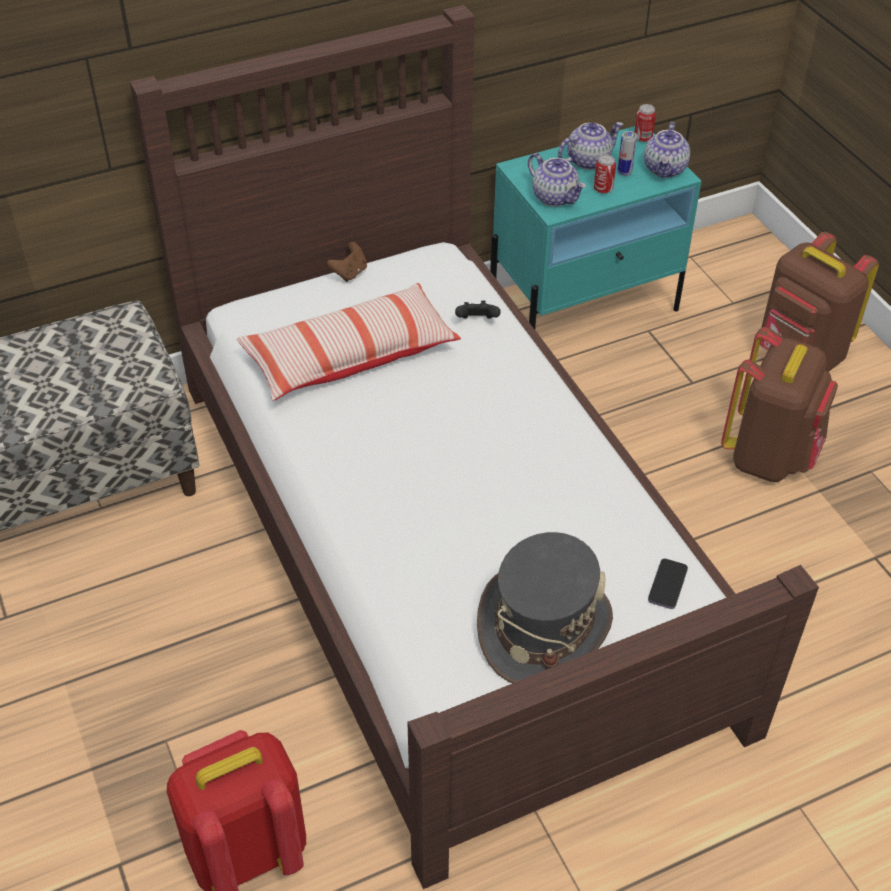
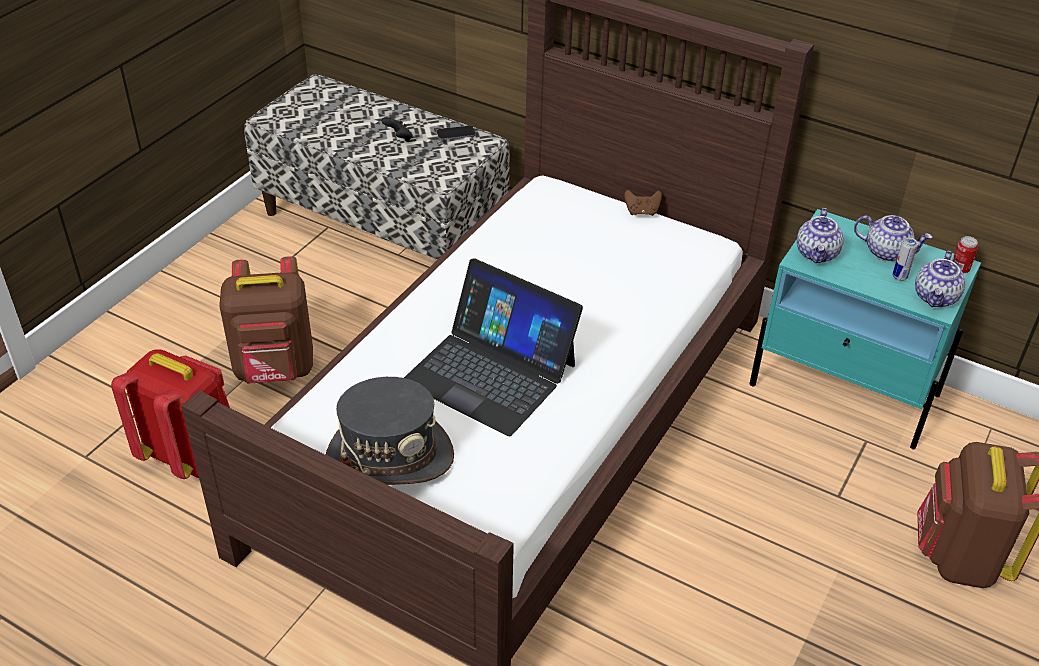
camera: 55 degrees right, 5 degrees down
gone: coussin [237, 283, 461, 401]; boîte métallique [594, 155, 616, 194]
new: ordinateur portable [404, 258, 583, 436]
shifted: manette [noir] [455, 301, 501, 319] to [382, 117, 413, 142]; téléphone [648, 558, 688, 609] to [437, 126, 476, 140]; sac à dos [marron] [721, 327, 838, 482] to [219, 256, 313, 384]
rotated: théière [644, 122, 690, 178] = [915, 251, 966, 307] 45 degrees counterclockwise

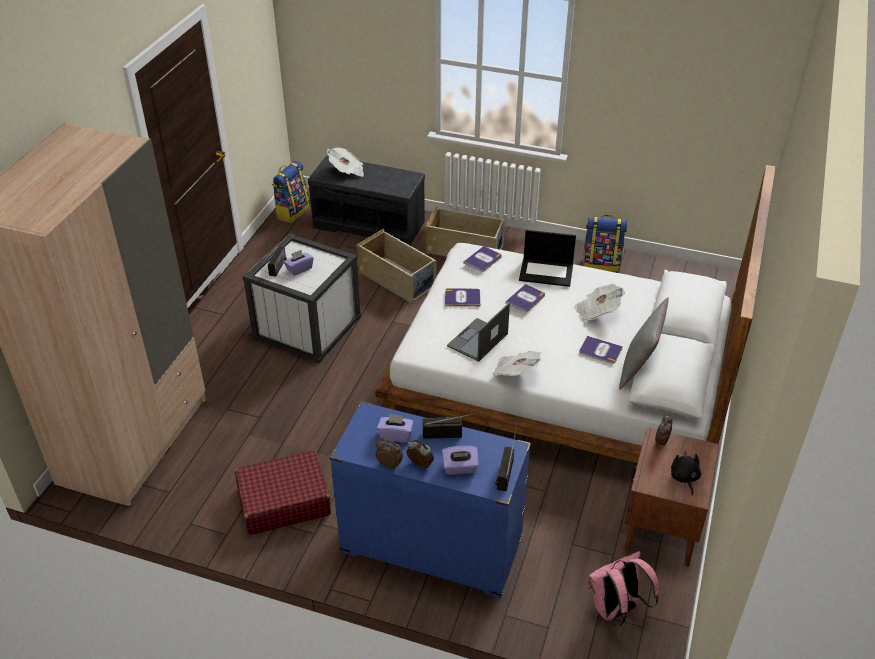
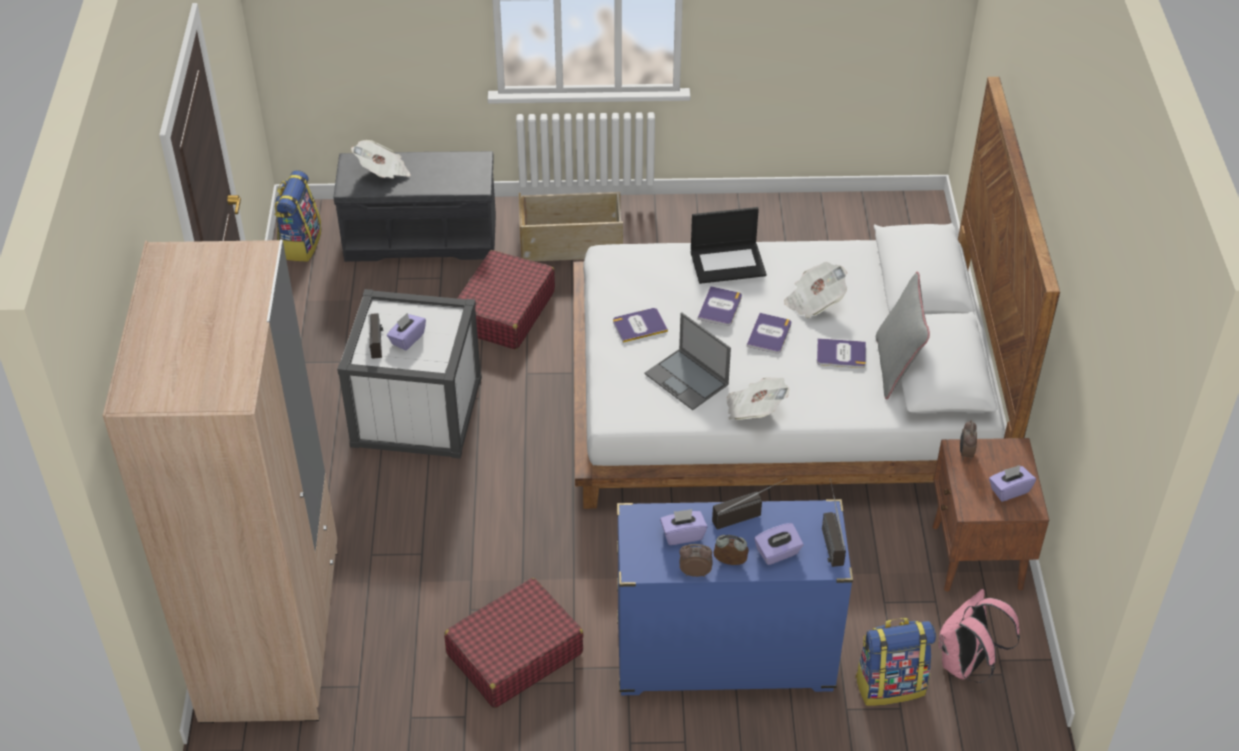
camera: 20 degrees left, 5 degrees up
shifted: livre [463, 246, 502, 272] to [747, 313, 791, 354]; sac à dos [583, 215, 627, 272] to [855, 618, 936, 706]
swapped: boîte de rangement [beige] [357, 229, 436, 304] to valise [rouge] [457, 250, 555, 350]; peluche [noir] [671, 451, 701, 495] to boîte à mouchoirs [violet] [989, 465, 1036, 502]
rotated: ordinateur portable [447, 303, 510, 362] = [645, 312, 731, 410] 60 degrees counterclockwise

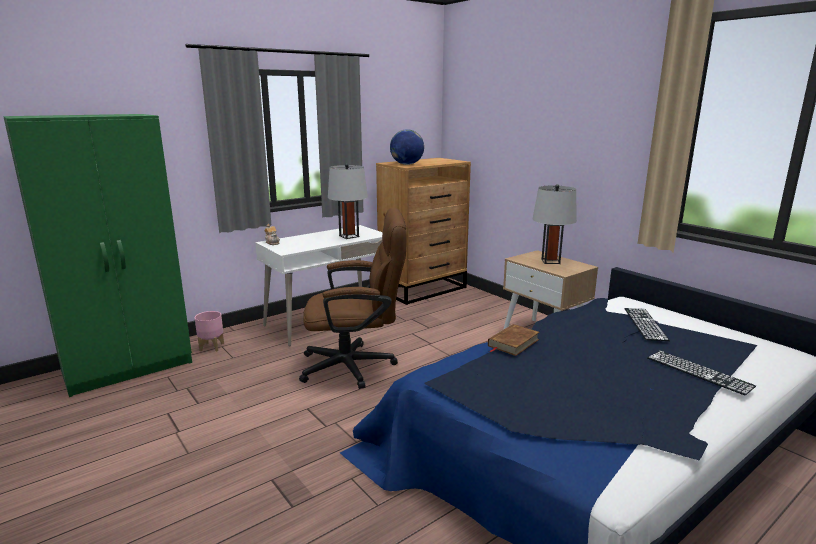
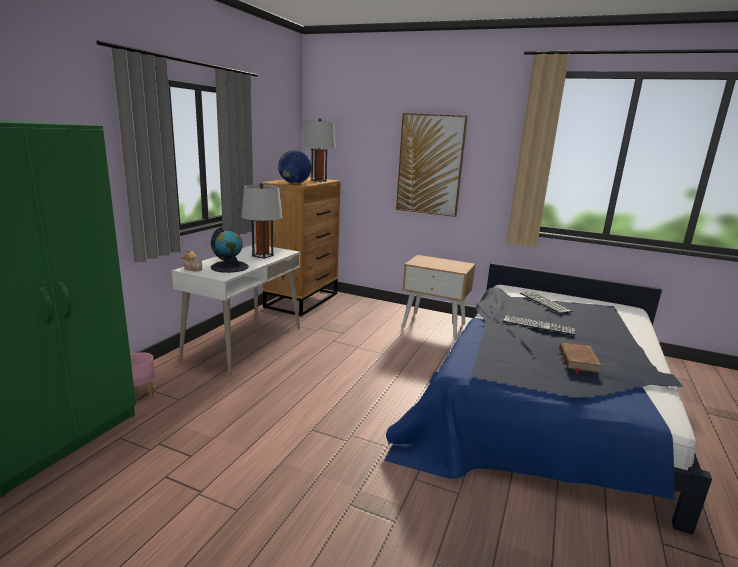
camera: 30 degrees left, 0 degrees up
gone: chaise de bureau [marron] [299, 207, 407, 389]
new: globe [211, 227, 249, 273]; tableau [396, 113, 468, 217]
shifted: livre [marron] [488, 324, 540, 356] to [559, 342, 602, 374]; lampe de table [gris] [533, 184, 577, 264] to [303, 118, 336, 182]; clavier [647, 351, 756, 396] to [503, 315, 575, 335]

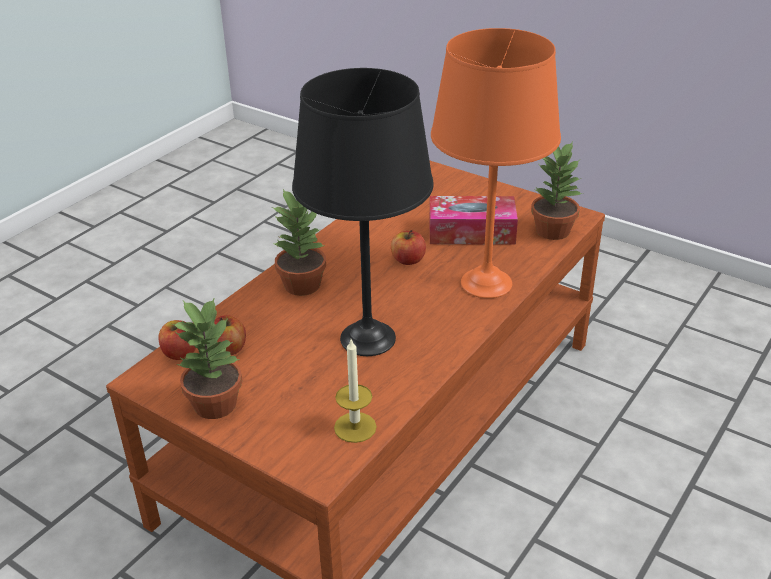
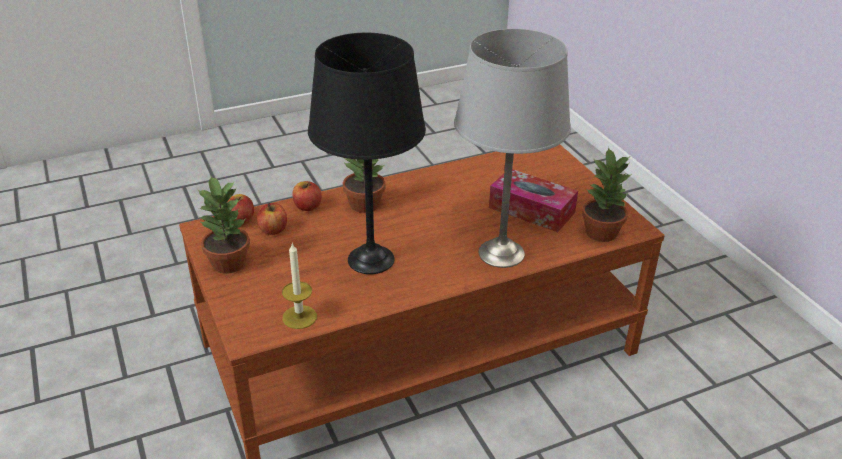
camera: 30 degrees right, 0 degrees up
shifted: pomme [391, 230, 426, 265] to [293, 181, 322, 211]
repainted: lampe de table [orange] [431, 28, 561, 298] to lampe de table [gris] [454, 29, 571, 268]

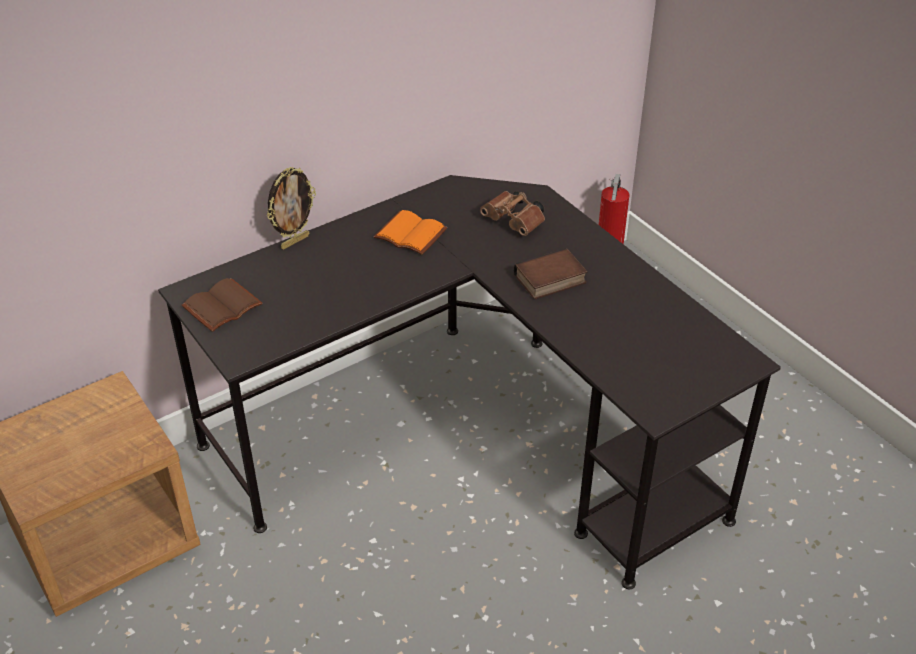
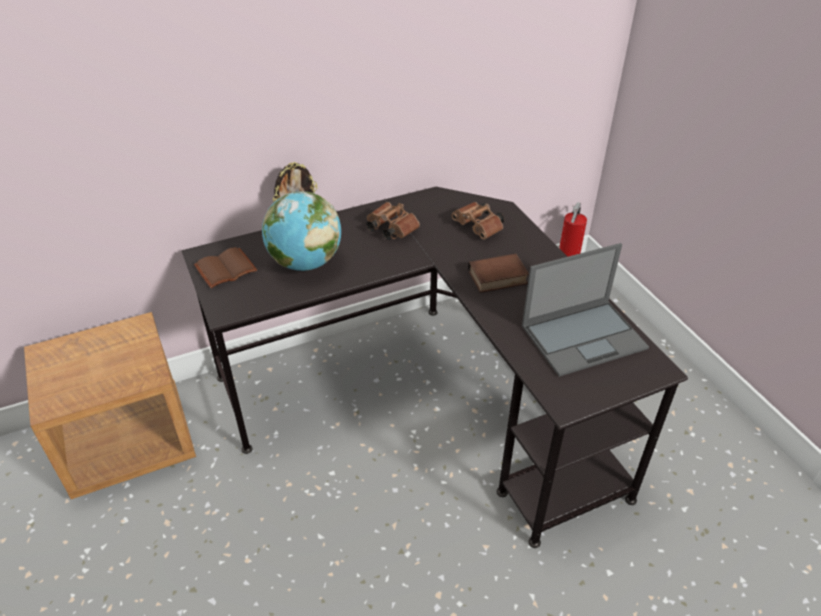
camera: 10 degrees right, 0 degrees up
new: globe [262, 191, 341, 271]; ordinateur portable [522, 243, 649, 377]
swapped: livre [orange] [374, 210, 447, 255] to jumelles [marron] [366, 202, 420, 240]

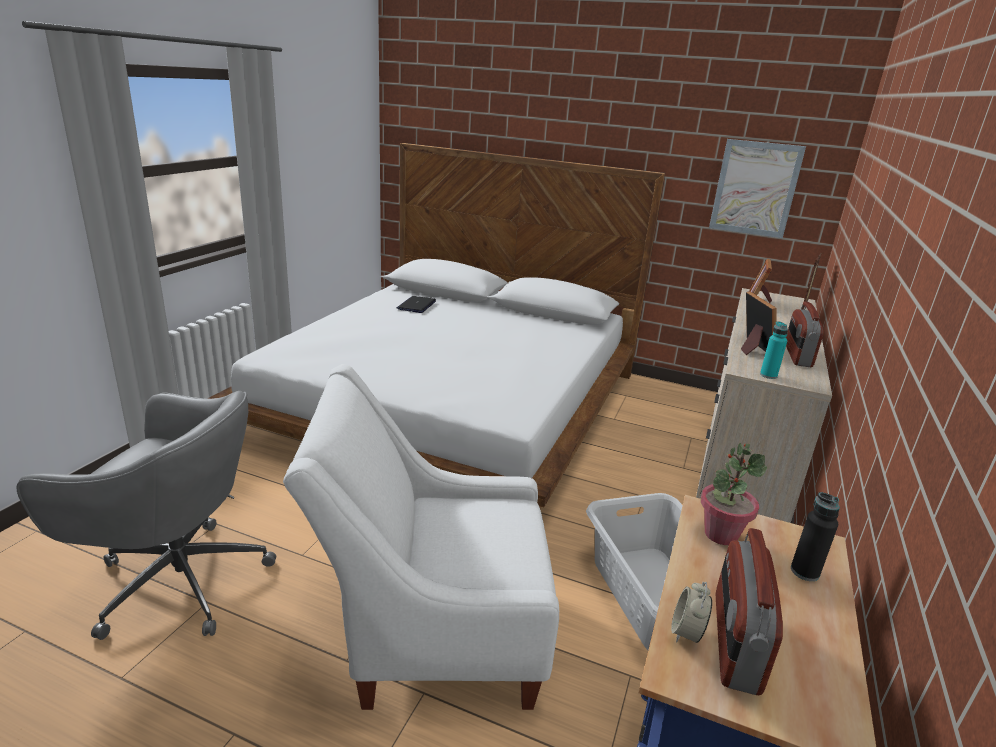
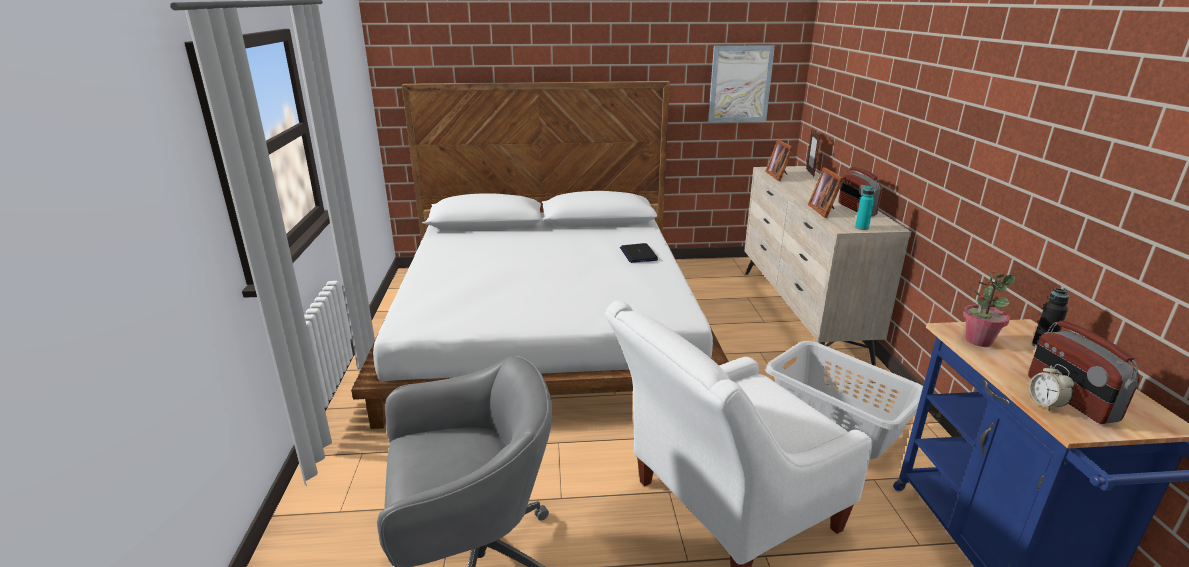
camera: 25 degrees left, 0 degrees up
shifted: ordinateur portable [397, 296, 436, 313] to [620, 243, 658, 263]
rotated: cadre photo [741, 291, 777, 355] = [808, 167, 844, 218] 150 degrees counterclockwise

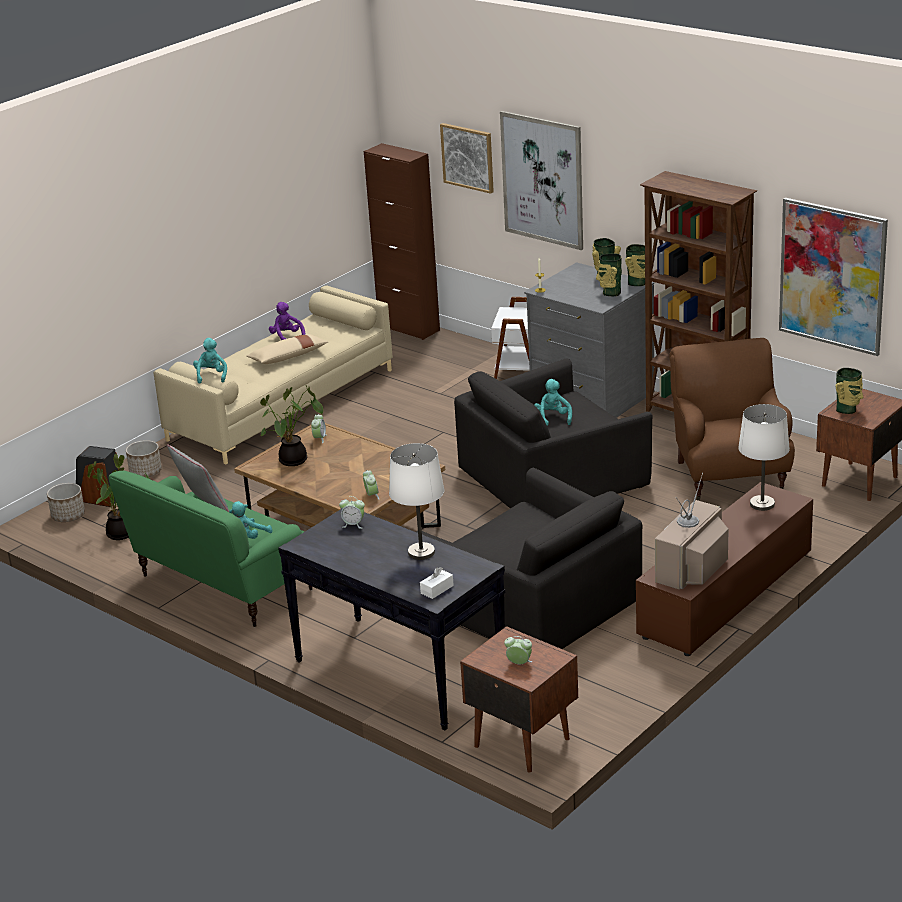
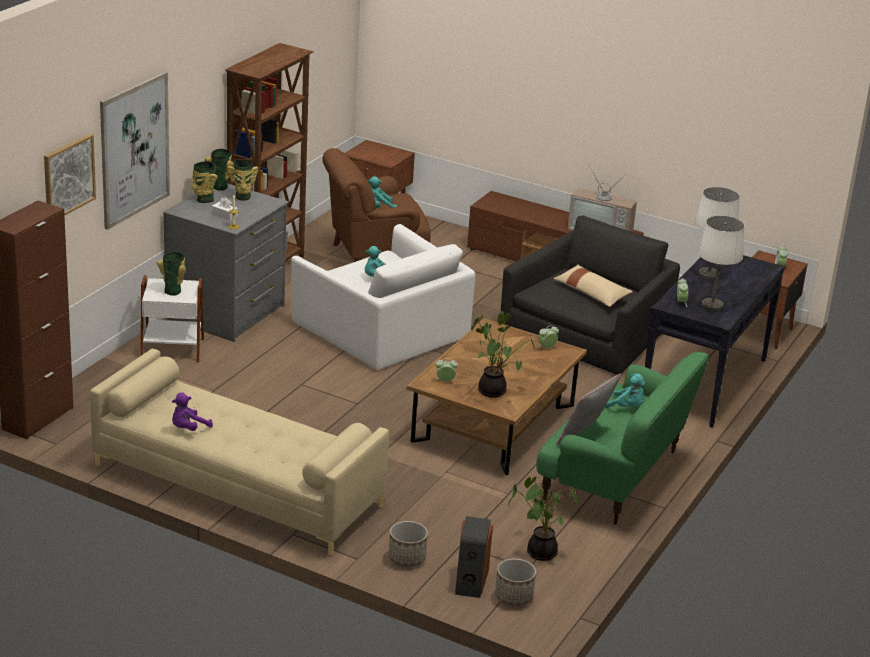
camera: 105 degrees left, 0 degrees up
gone: tableau [779, 198, 888, 356]
shifted: peluche [turquoise] [193, 338, 227, 384] to [367, 176, 397, 208]; coussin [beige] [247, 334, 328, 364] to [553, 264, 633, 307]; boîte à mouchoirs [blanc] [420, 567, 454, 599] to [212, 198, 238, 221]; lampe de table [blanc] [738, 404, 790, 511] to [698, 216, 745, 311]; vase [836, 368, 863, 414] to [157, 252, 186, 296]
repainted: fauteuil [noir] [454, 358, 653, 509] to fauteuil [blanc] [291, 224, 476, 370]

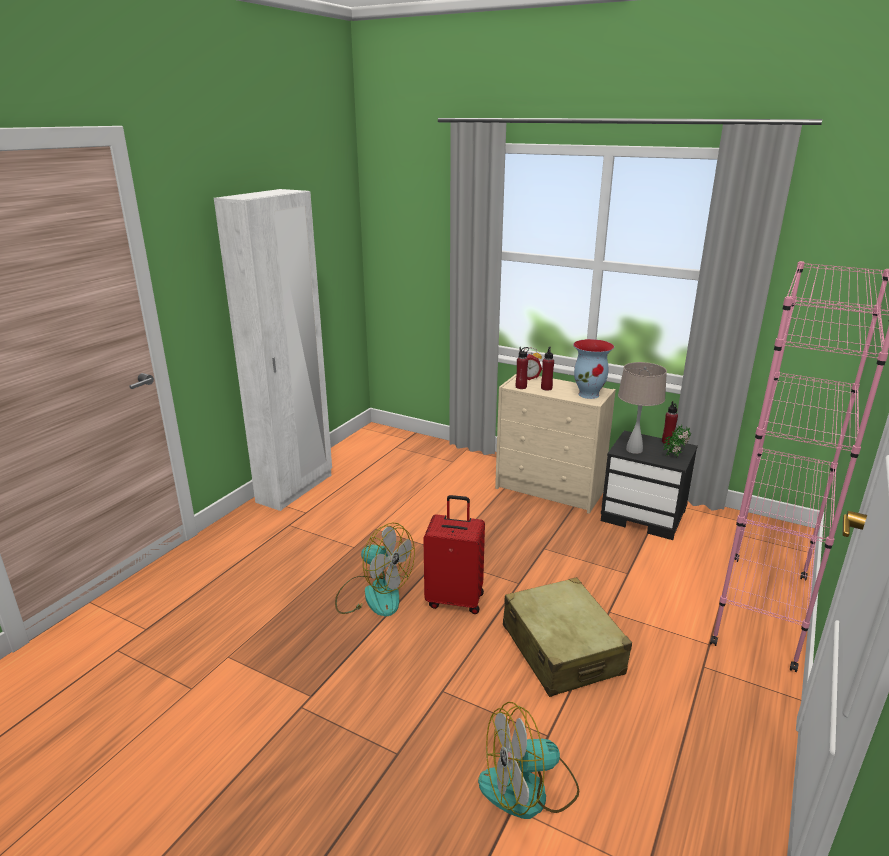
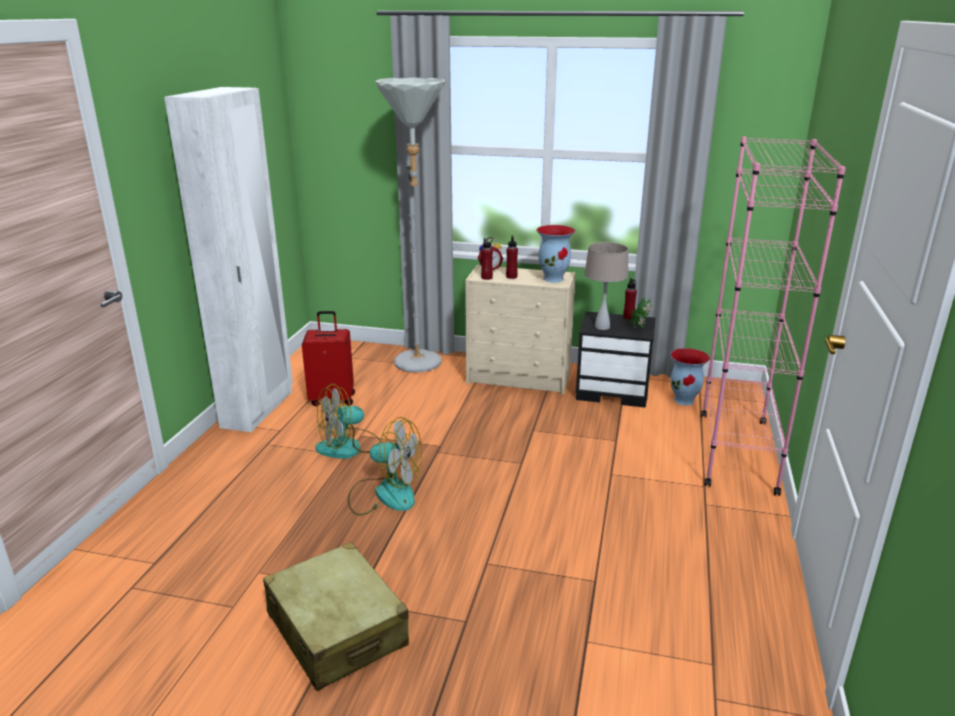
camera: 15 degrees left, 0 degrees up
new: lampadaire [gris] [375, 77, 445, 372]; vase [670, 348, 710, 405]
shifted: valise [rouge] [423, 495, 485, 614] to [302, 311, 355, 406]; ventilateur [478, 702, 579, 819] to [315, 384, 382, 459]; valise [beige] [503, 577, 632, 697] to [263, 542, 409, 691]

